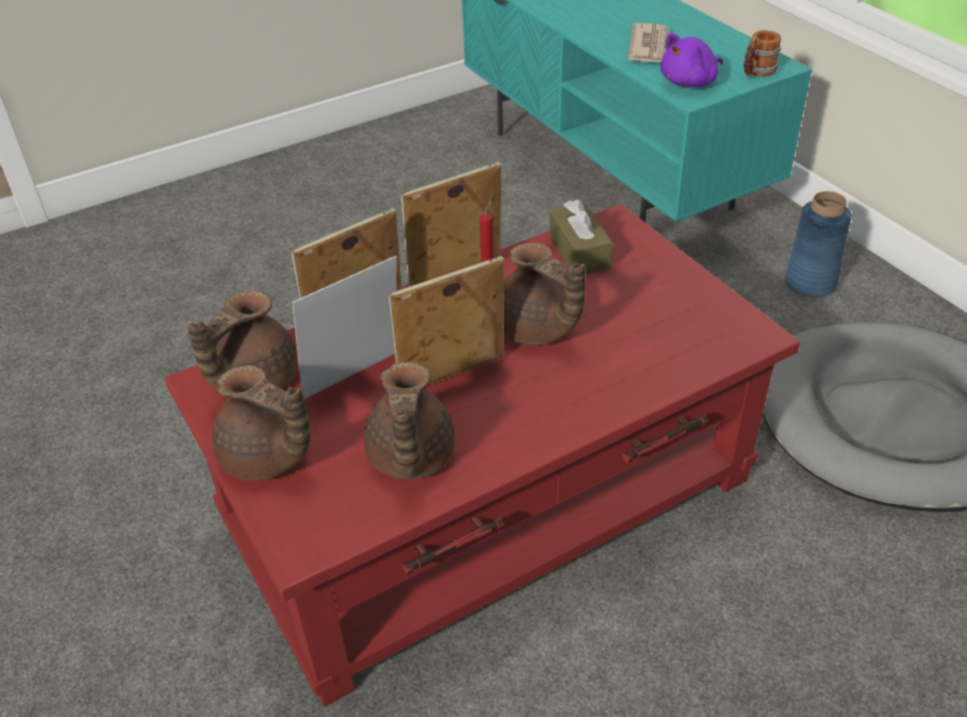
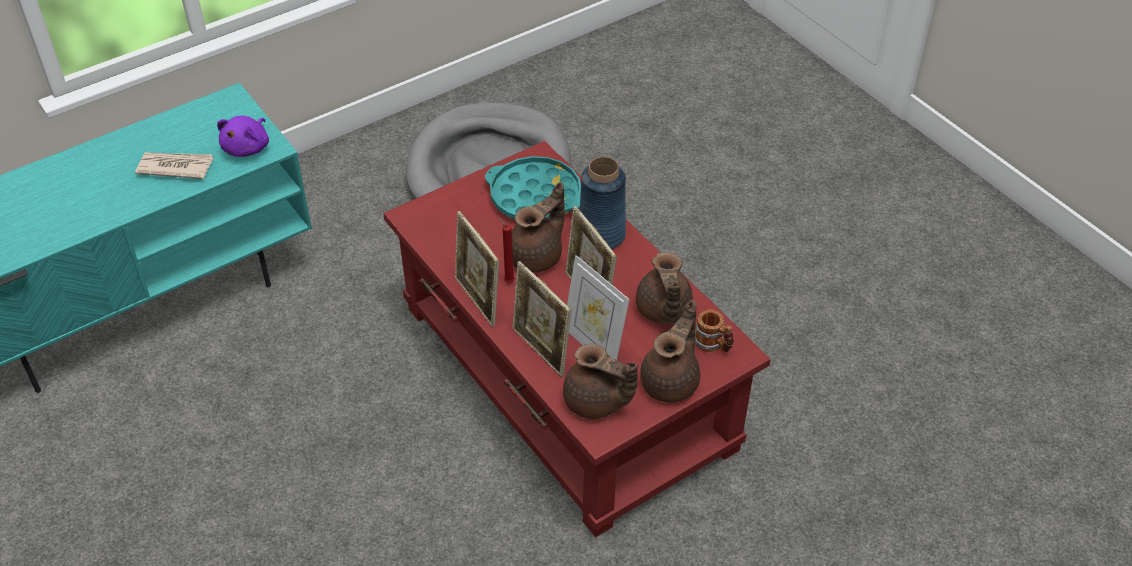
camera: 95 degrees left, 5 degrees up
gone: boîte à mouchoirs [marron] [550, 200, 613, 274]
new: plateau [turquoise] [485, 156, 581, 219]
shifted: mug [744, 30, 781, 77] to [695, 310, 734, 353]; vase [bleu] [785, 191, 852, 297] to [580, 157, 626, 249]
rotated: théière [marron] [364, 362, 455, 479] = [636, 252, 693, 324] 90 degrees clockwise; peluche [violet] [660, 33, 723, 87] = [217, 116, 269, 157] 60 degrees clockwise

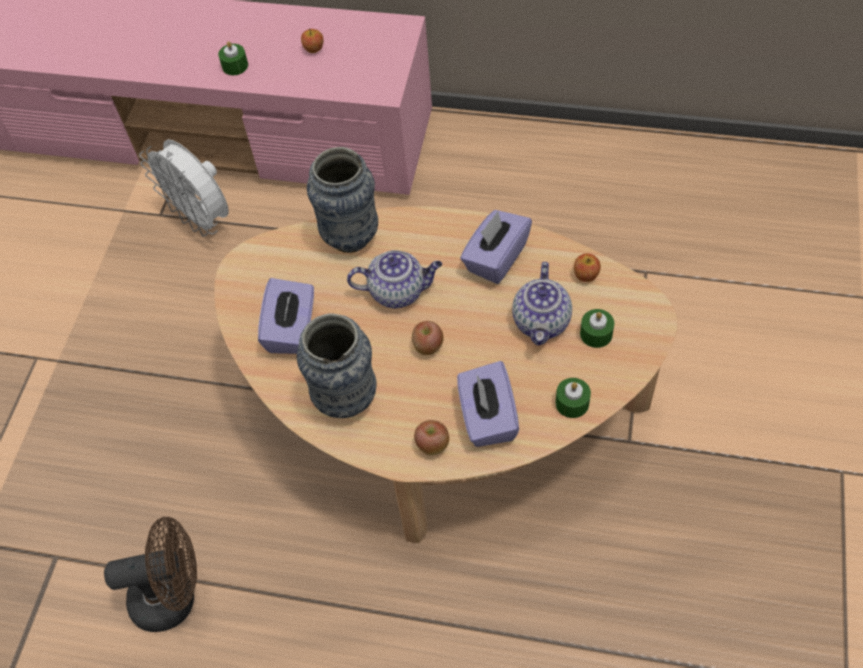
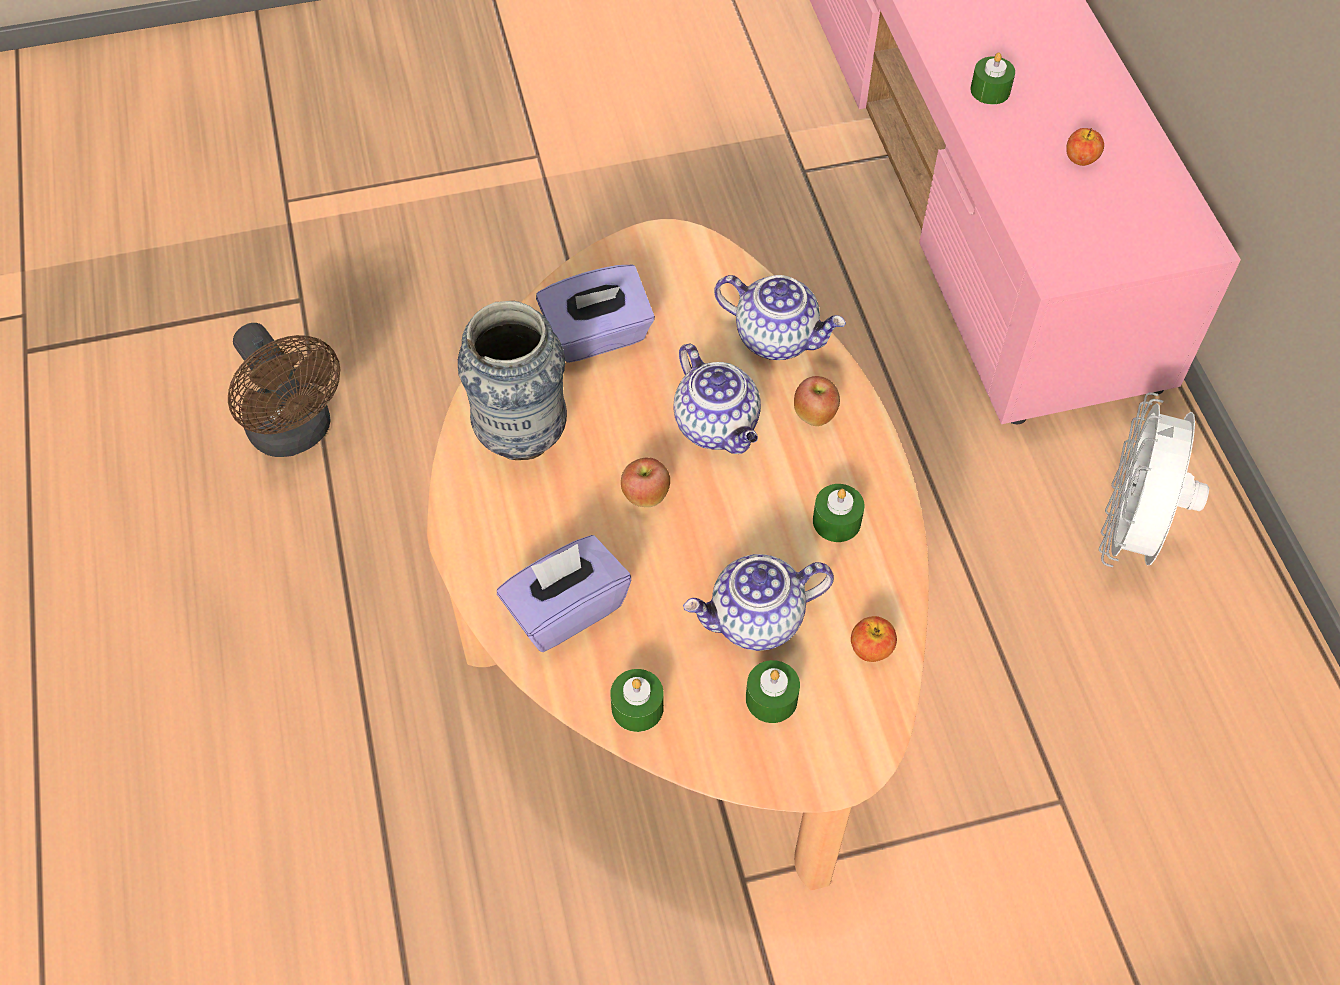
camera: 60 degrees right, 0 degrees up
shifted: ventilateur [blanc] [139, 139, 229, 237] to [1099, 392, 1209, 567]; pomme [414, 420, 449, 455] to [794, 376, 840, 426]
swapped: vase [307, 147, 378, 253] to théière [714, 275, 846, 360]; boîte à mouchoirs [violet] [460, 210, 532, 284] to bougie [vert] [813, 484, 865, 542]

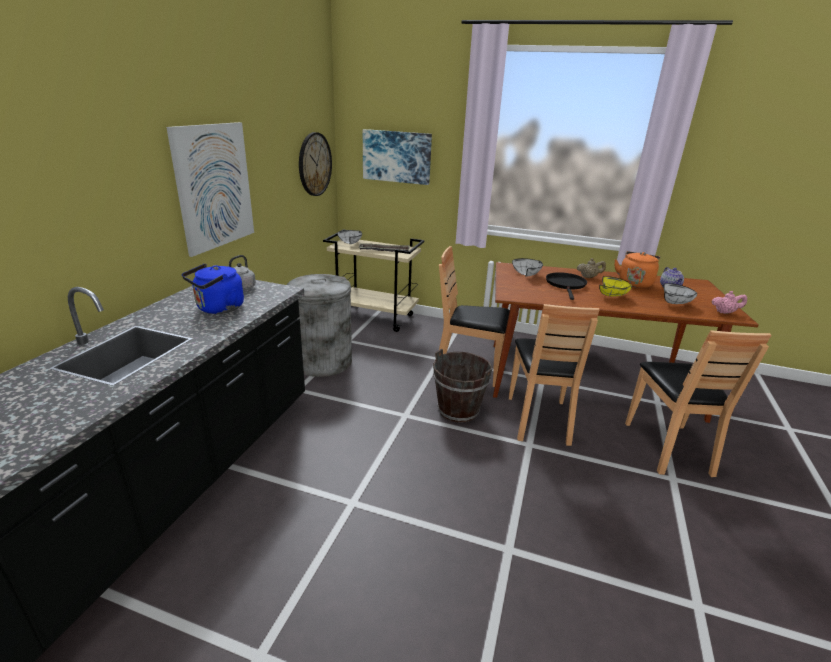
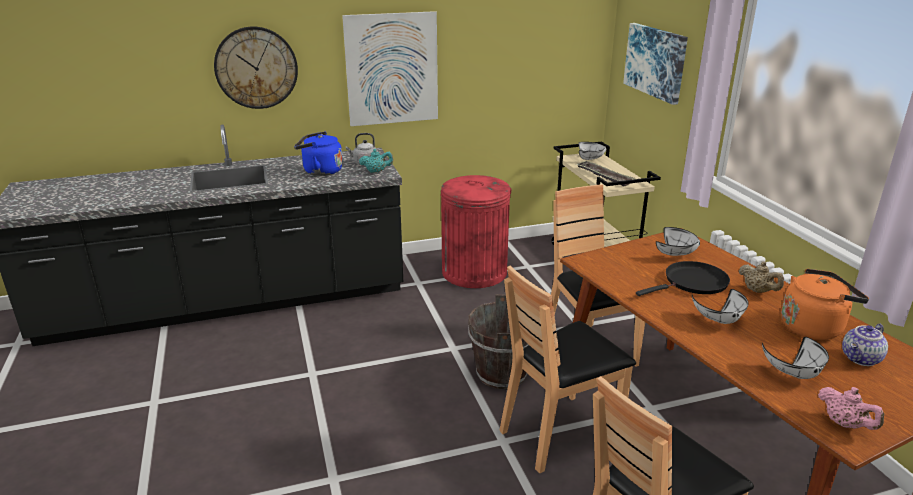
camera: 55 degrees right, 0 degrees up
new: théière [turquoise] [359, 149, 393, 173]
shifted: horloge murale [299, 132, 332, 196] to [214, 27, 298, 109]
repainted: poubelle [gris] [287, 274, 352, 377] to poubelle [rouge] [441, 175, 512, 288]; bol [jaune] [599, 276, 632, 296] to bol [blanc] [692, 289, 749, 324]

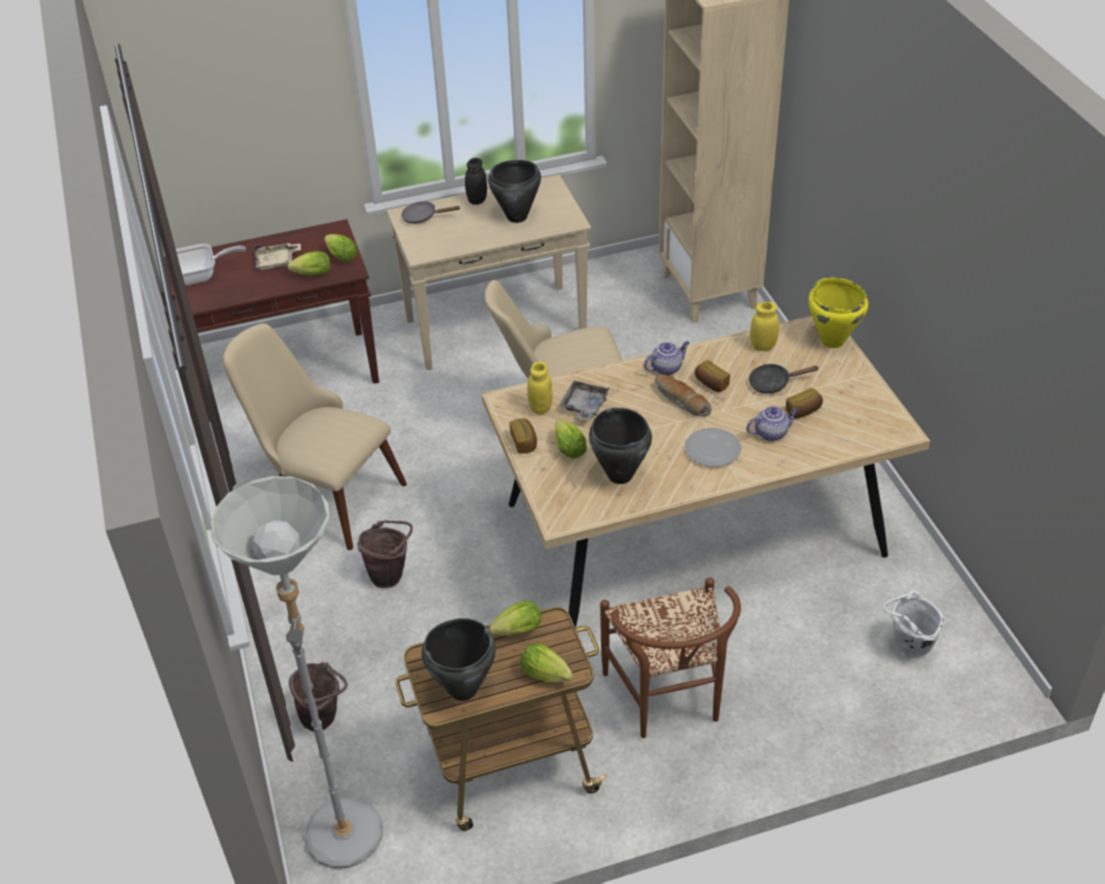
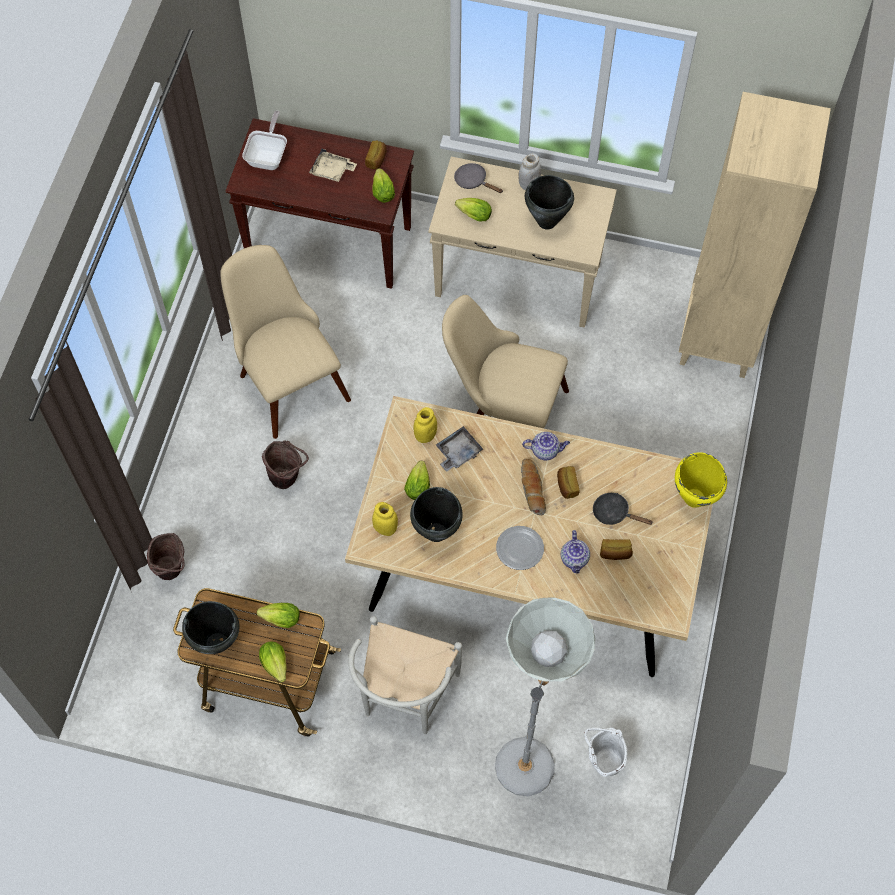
camera: 30 degrees right, 20 degrees up
shifted: lampadaire [gris] [211, 476, 383, 869] to [495, 598, 595, 796]; laitue [288, 251, 331, 275] to [455, 198, 492, 222]; pain [510, 418, 537, 454] to [365, 141, 387, 170]; bocal [jaune] [750, 302, 779, 351] to [372, 502, 398, 536]
repainted: bocal [noir] [465, 158, 487, 205] to bocal [blanc] [519, 153, 541, 190]; chaise [marron] [600, 577, 741, 738] to chaise [blanc] [348, 616, 462, 734]
rotated: poêle [176, 243, 246, 285] = [242, 110, 287, 170] 90 degrees counterclockwise; théière [746, 406, 799, 441] = [561, 530, 590, 574] 75 degrees clockwise

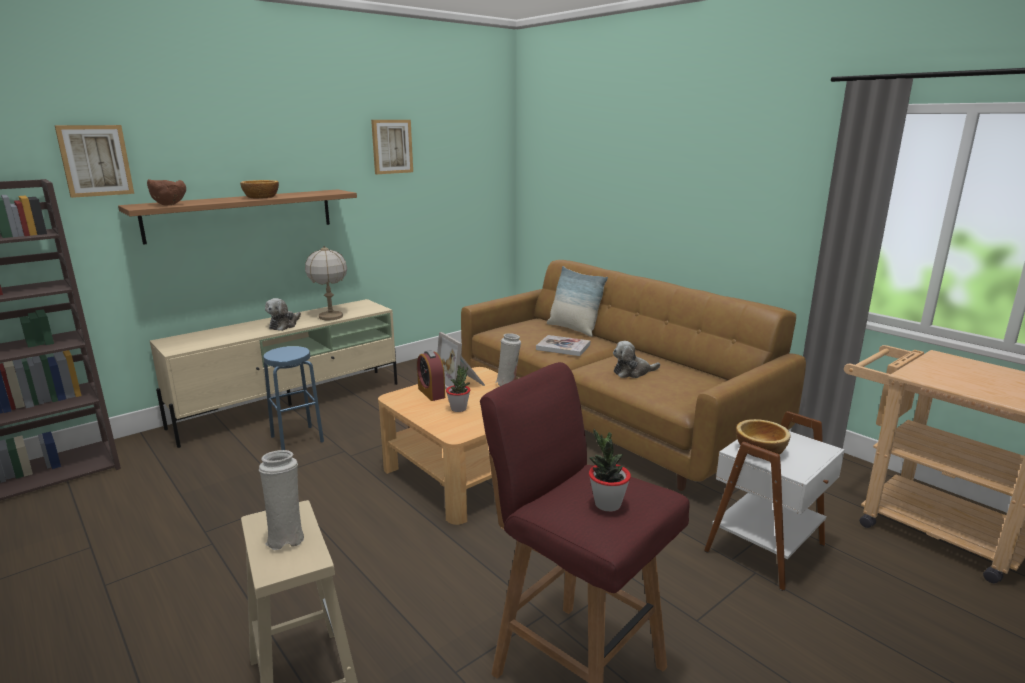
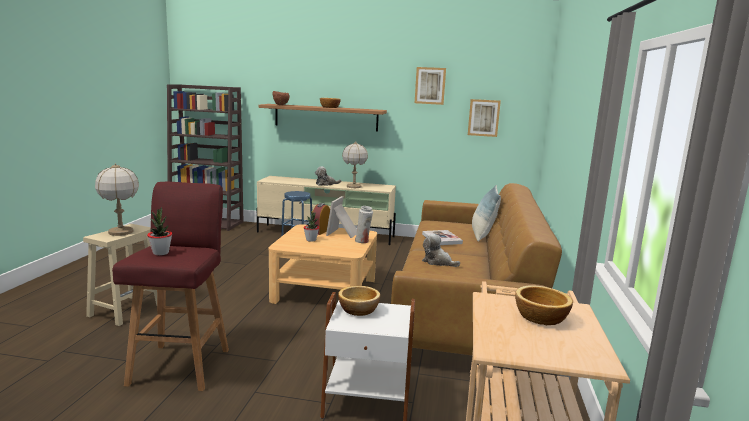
camera: 50 degrees right, 5 degrees down
new: bol [515, 285, 573, 325]
shifted: tableau [54, 125, 134, 198] to [468, 99, 501, 137]
swapped: vase [blanc] [259, 450, 304, 550] to lampe de table [95, 163, 139, 236]

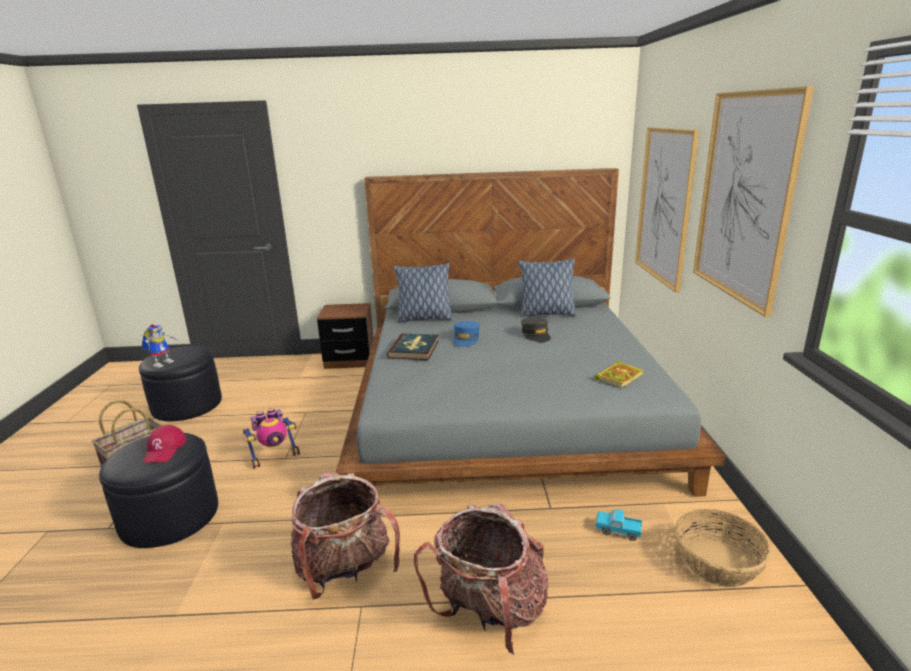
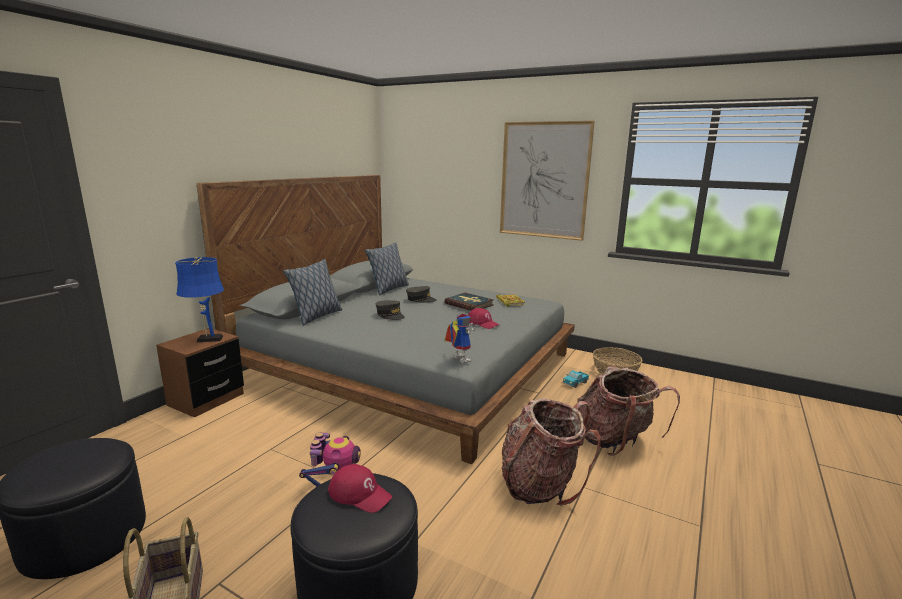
camera: 60 degrees left, 5 degrees down
gone: tableau [635, 127, 699, 293]
new: lampe de table [bleu] [175, 256, 224, 342]; casquette [rouge] [468, 308, 499, 329]
shifted: robot jouet [136, 324, 178, 368] to [445, 314, 476, 363]; livre [387, 333, 439, 360] to [445, 293, 494, 311]
repainted: casquette [bleu] [453, 321, 480, 347] to casquette [gris] [376, 300, 405, 320]

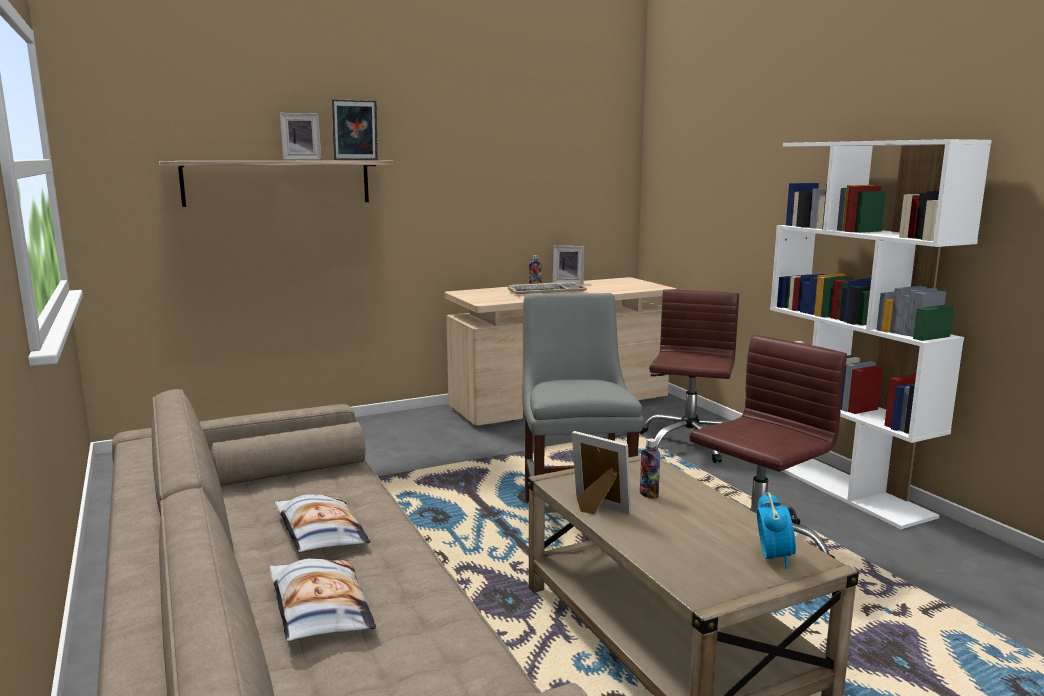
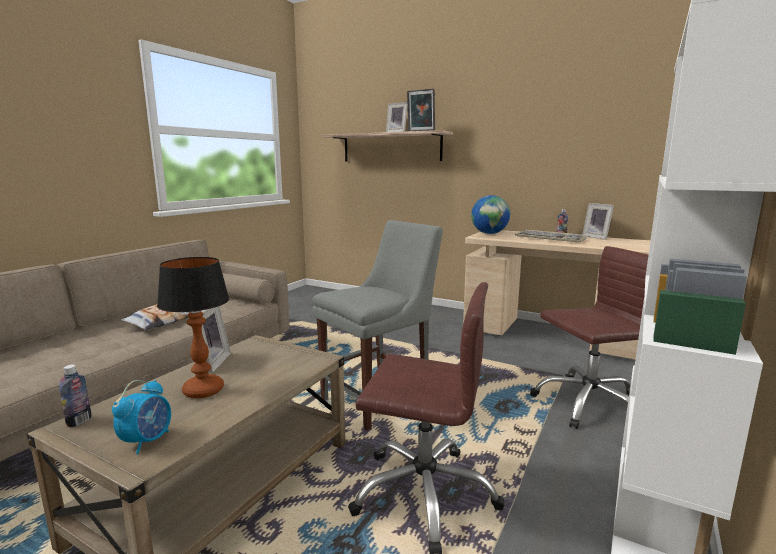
camera: 55 degrees right, 0 degrees up
gone: coussin [269, 559, 376, 641]
new: lampe de table [157, 257, 229, 398]; globe [471, 195, 510, 234]
shifted: bouteille [640, 438, 660, 499] to [59, 365, 92, 428]
rotated: réveil [757, 492, 796, 569] = [112, 380, 171, 455] 45 degrees counterclockwise

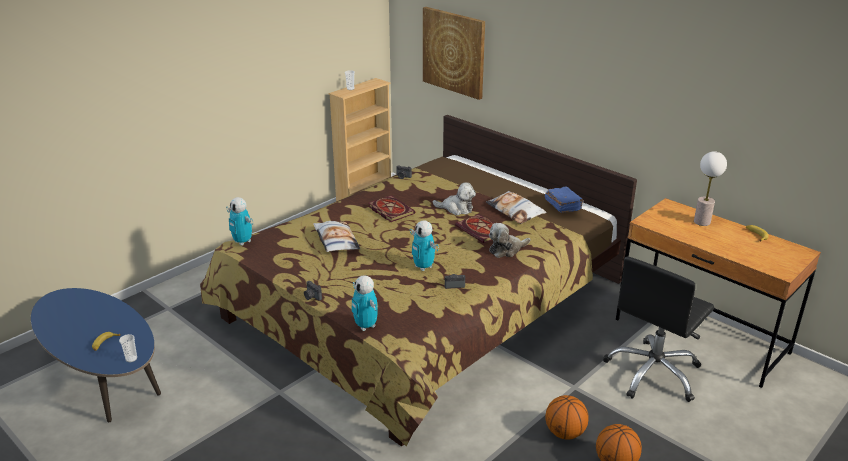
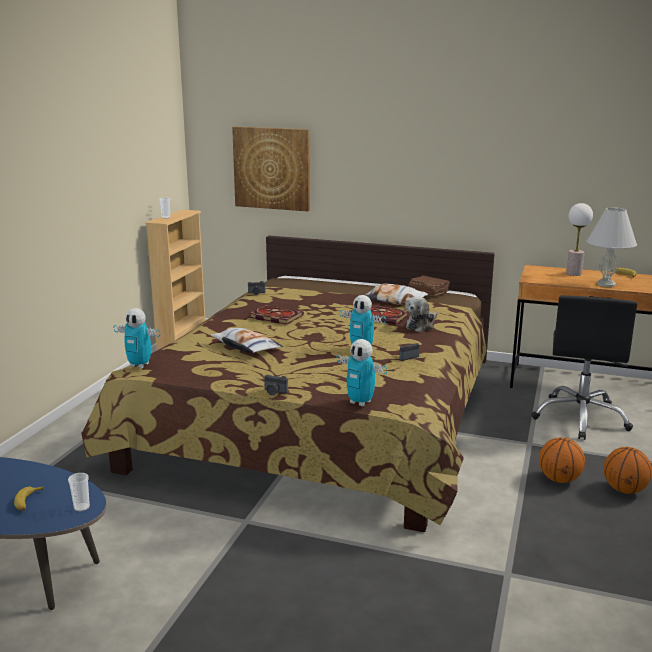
camera: 25 degrees left, 10 degrees down
gone: peluche [433, 182, 476, 215]
new: lampe de table [blanc] [587, 207, 637, 287]
repainted: livre [bleu] [545, 187, 584, 213] to livre [marron] [408, 275, 450, 296]

